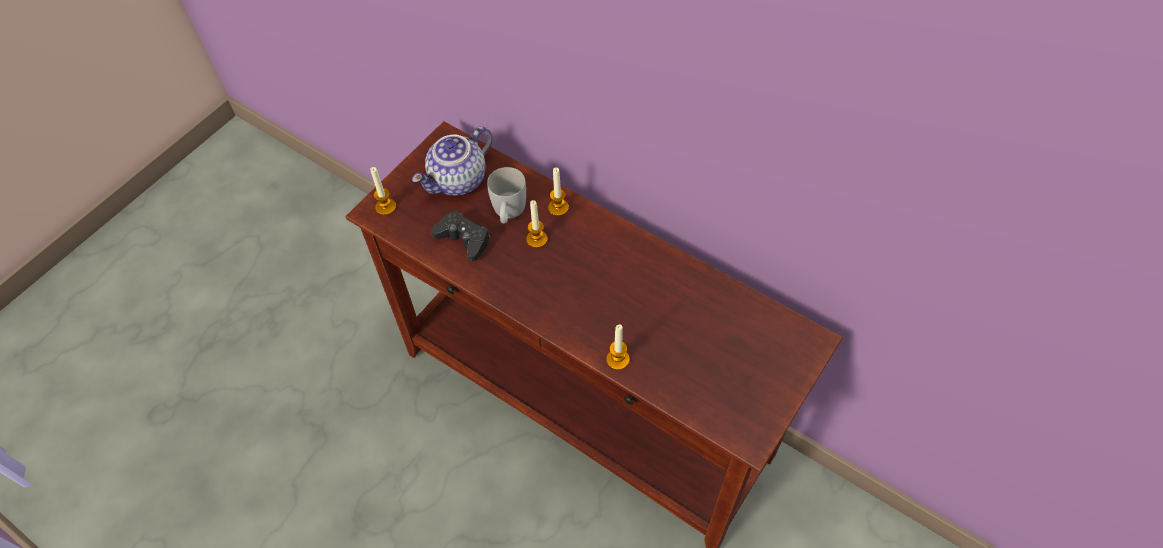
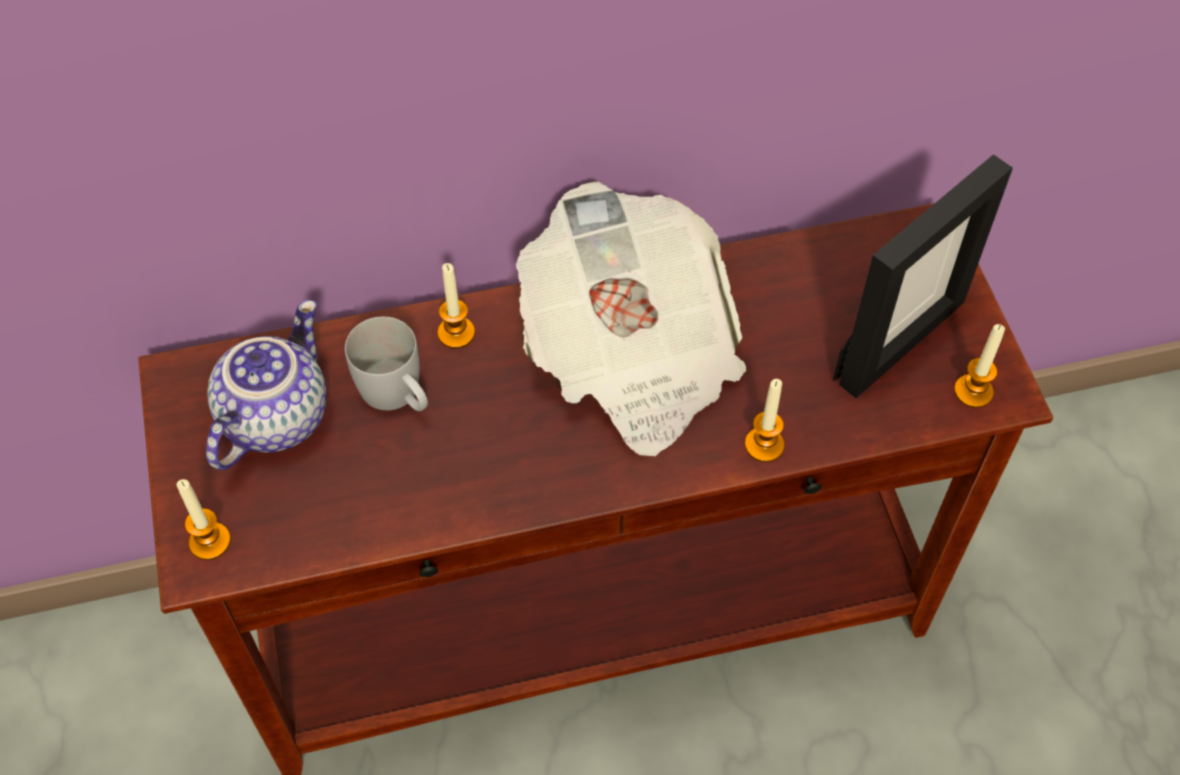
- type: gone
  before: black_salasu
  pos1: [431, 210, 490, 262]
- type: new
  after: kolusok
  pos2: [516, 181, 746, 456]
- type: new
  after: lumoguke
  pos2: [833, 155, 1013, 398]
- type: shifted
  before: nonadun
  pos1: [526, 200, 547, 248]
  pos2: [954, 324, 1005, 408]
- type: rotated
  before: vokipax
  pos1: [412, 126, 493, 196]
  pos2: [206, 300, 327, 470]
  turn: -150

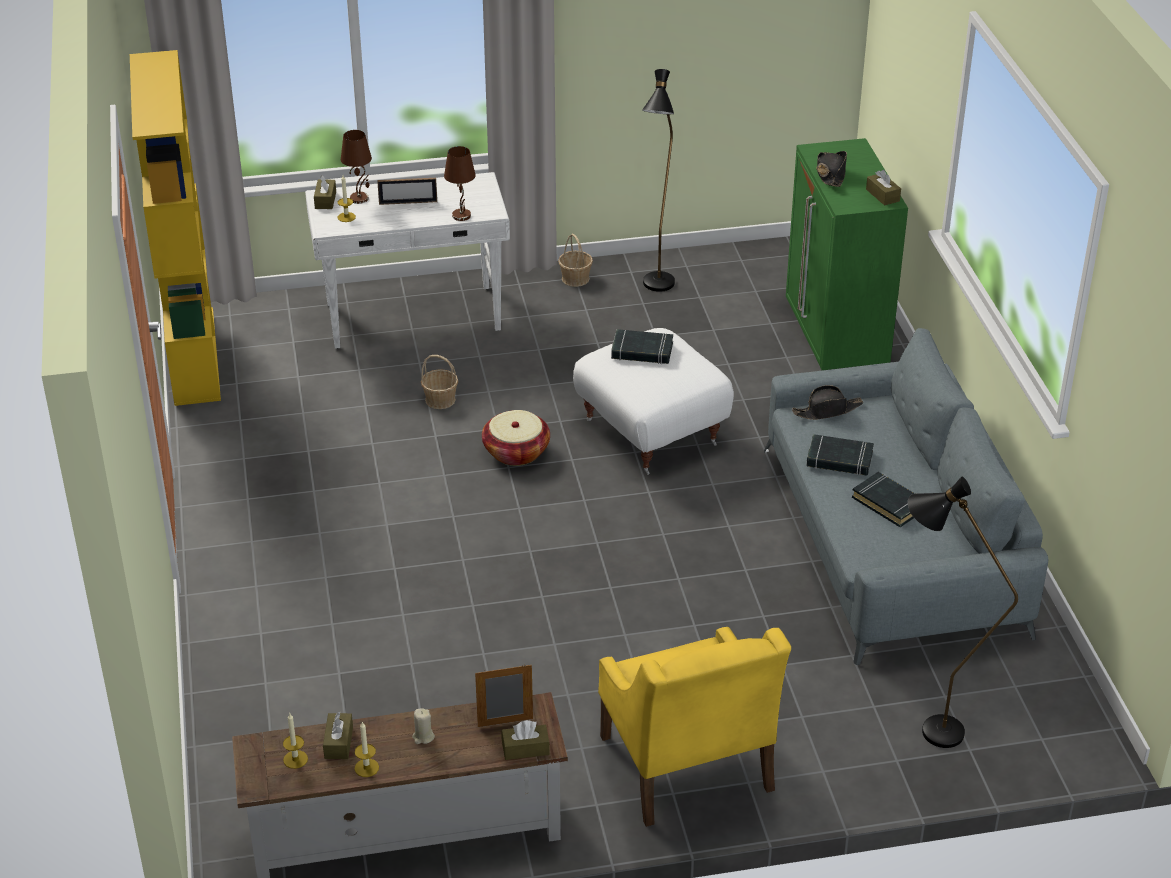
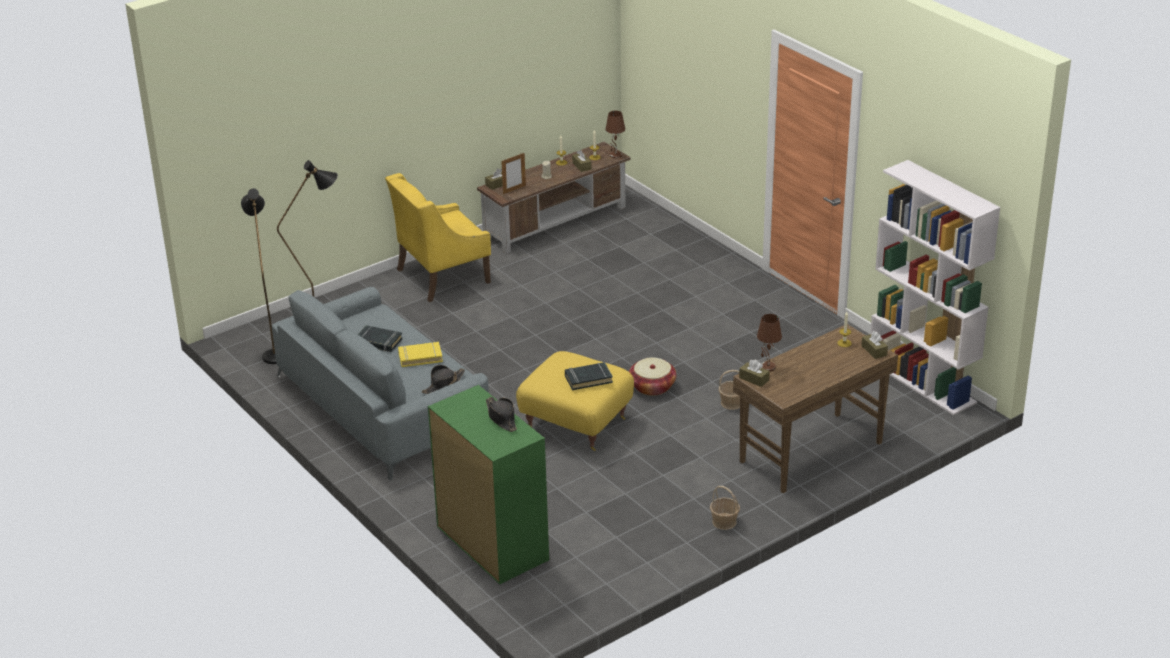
- type: gone
  before: lumoguke
  pos1: [377, 178, 437, 205]
- type: shifted
  before: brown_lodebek
  pos1: [341, 130, 372, 204]
  pos2: [606, 111, 625, 158]
- type: shifted
  before: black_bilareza
  pos1: [642, 69, 675, 292]
  pos2: [241, 188, 277, 364]
- type: shifted
  before: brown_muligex
  pos1: [866, 170, 901, 206]
  pos2: [739, 360, 770, 387]
- type: repainted
  before: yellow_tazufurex
  after: white_tazufurex
  pos1: [130, 50, 221, 406]
  pos2: [870, 160, 1000, 415]
- type: repainted
  before: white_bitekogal
  after: brown_bitekogal
  pos1: [305, 172, 510, 349]
  pos2: [733, 324, 898, 493]
- type: repainted
  before: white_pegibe
  after: yellow_pegibe
  pos1: [573, 328, 734, 475]
  pos2: [516, 351, 634, 451]
- type: repainted
  before: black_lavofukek
  after: yellow_lavofukek
  pos1: [806, 434, 874, 476]
  pos2: [398, 342, 443, 367]
- type: rotated
  before: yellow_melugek
  pos1: [598, 627, 791, 827]
  pos2: [385, 173, 491, 302]
  turn: -75

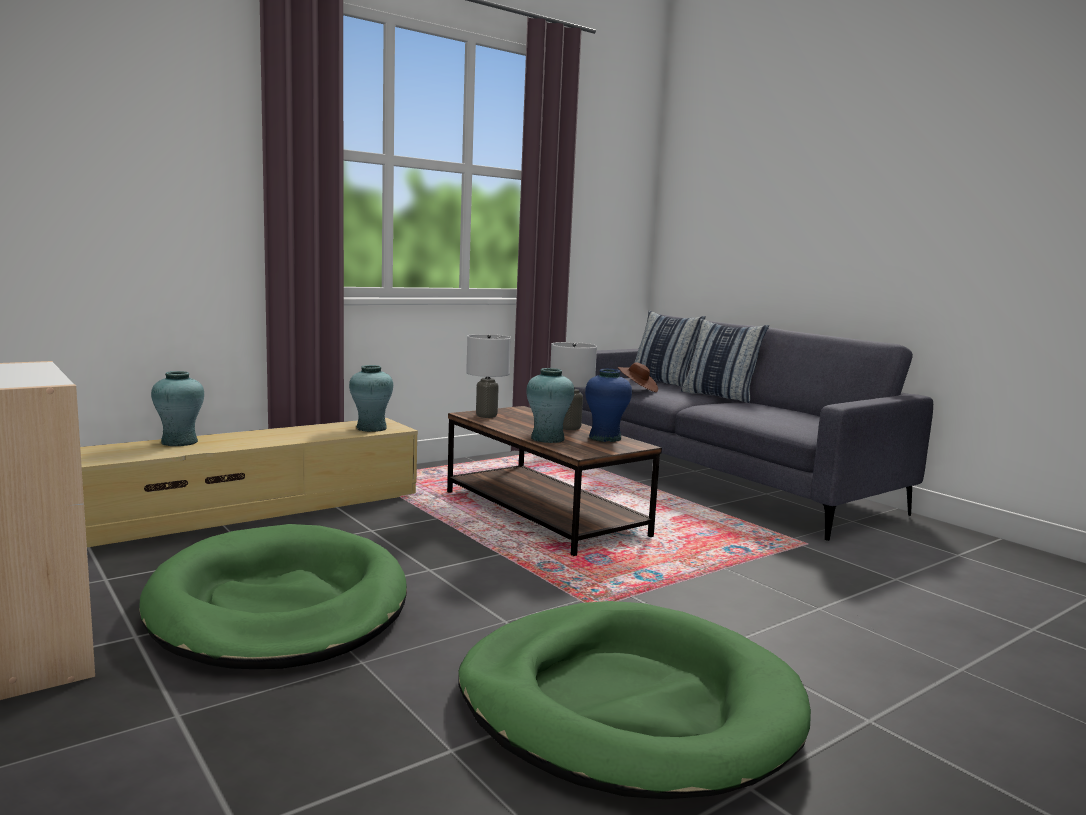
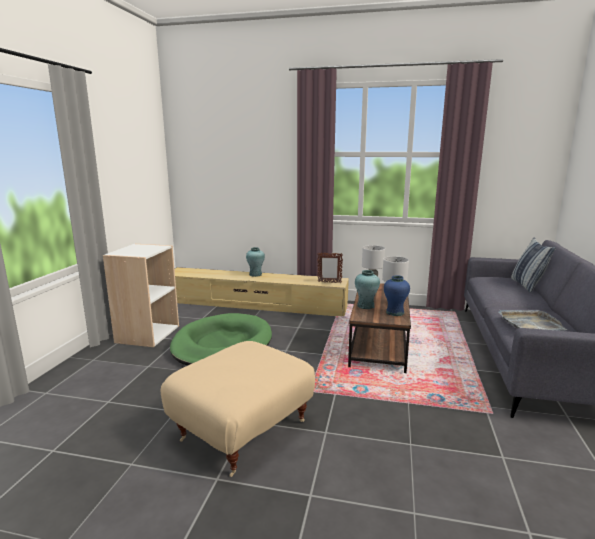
- type: gone
  before: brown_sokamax
  pos1: [618, 362, 658, 392]
- type: gone
  before: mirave
  pos1: [681, 318, 769, 403]
- type: new
  after: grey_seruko
  pos2: [499, 310, 567, 331]
- type: swapped
  before: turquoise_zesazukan
  after: lumoguke
  pos1: [349, 365, 393, 432]
  pos2: [317, 253, 343, 283]
- type: swapped
  before: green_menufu
  after: beige_pegibe
  pos1: [458, 601, 811, 799]
  pos2: [161, 341, 315, 477]

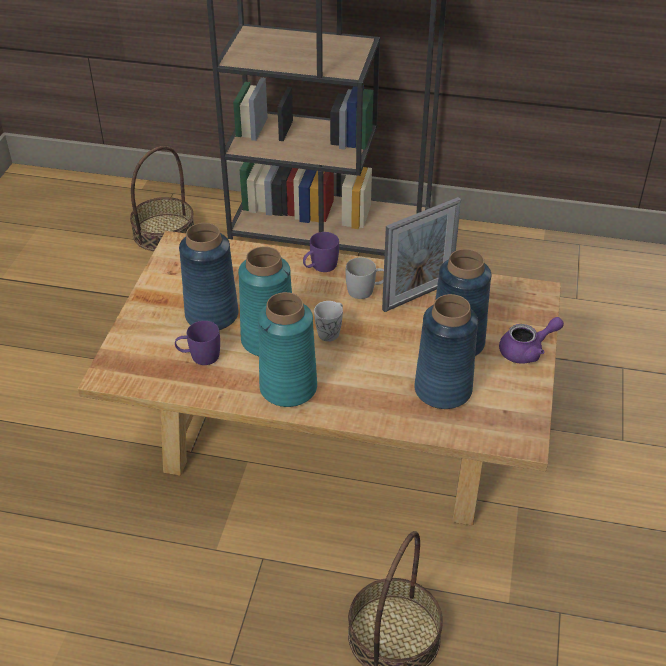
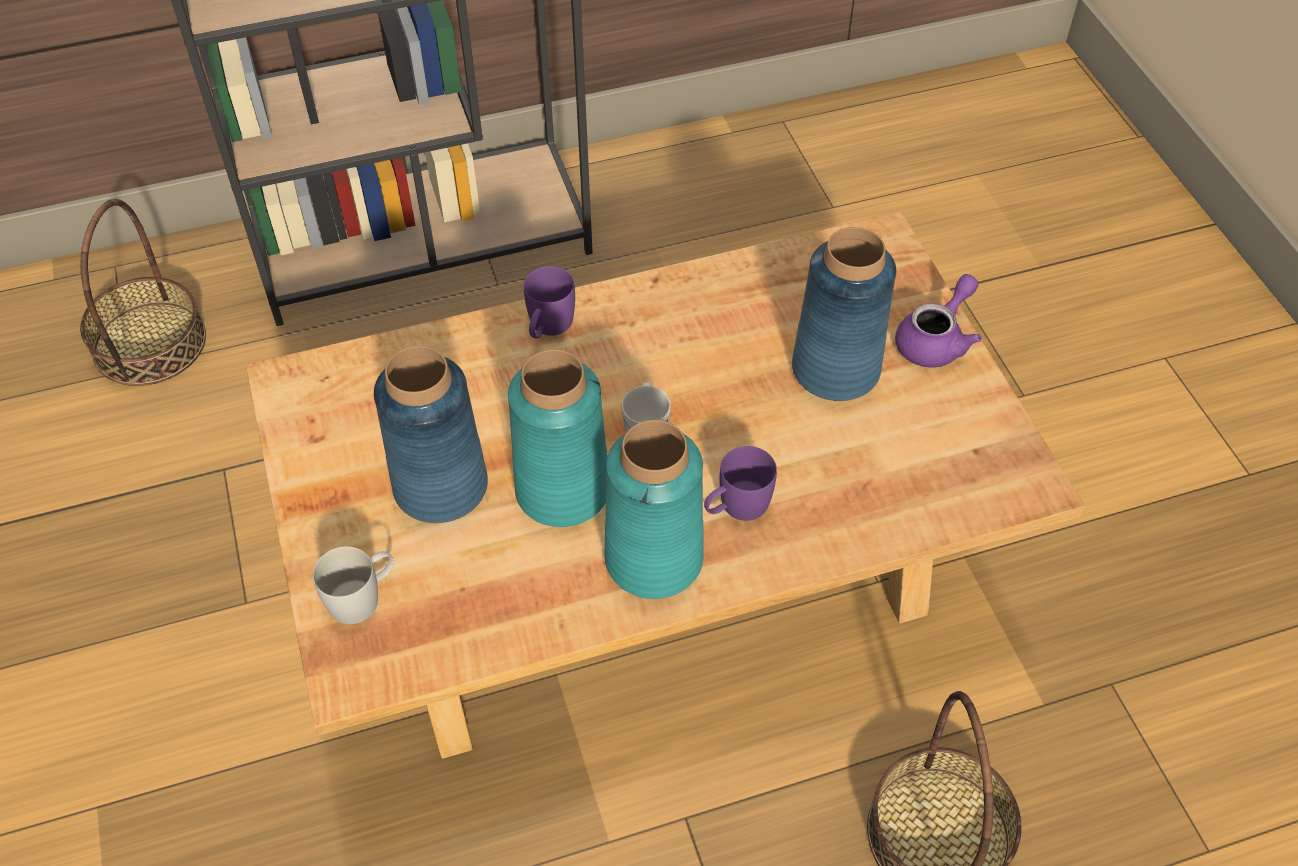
- type: gone
  before: lumoguke
  pos1: [382, 197, 461, 312]
- type: gone
  before: blue_zesazukan
  pos1: [414, 294, 478, 409]
- type: shifted
  before: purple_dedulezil
  pos1: [175, 321, 220, 365]
  pos2: [704, 446, 777, 521]
- type: shifted
  before: white_dedulezil
  pos1: [346, 257, 384, 299]
  pos2: [313, 546, 394, 624]

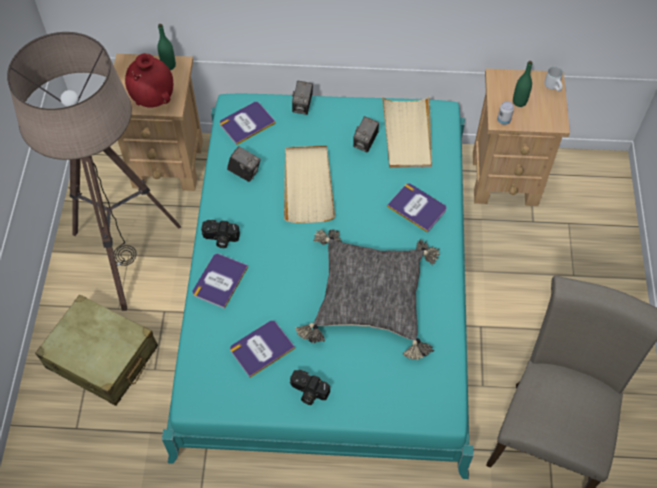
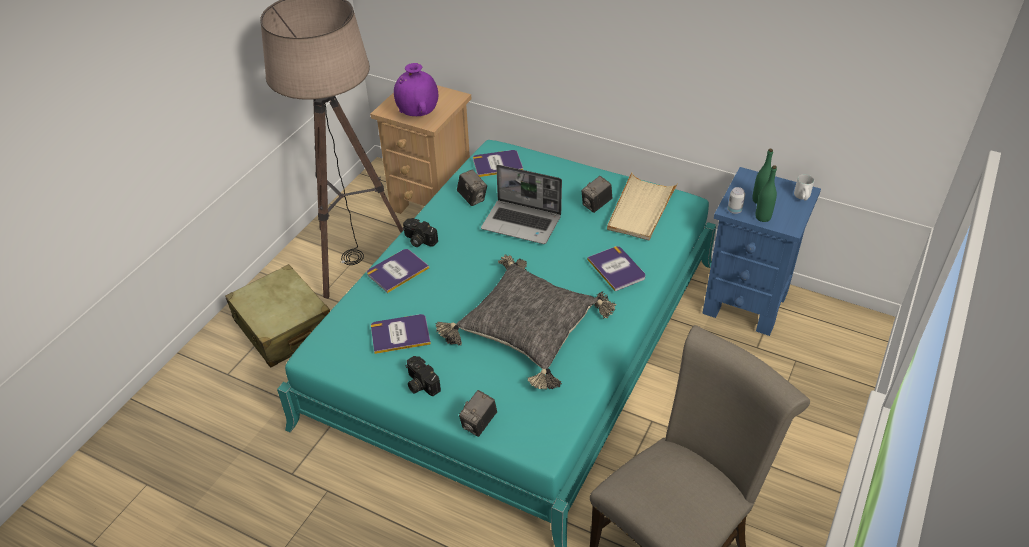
- type: shifted
  before: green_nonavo
  pos1: [158, 24, 176, 70]
  pos2: [755, 165, 777, 222]
- type: shifted
  before: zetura
  pos1: [292, 81, 313, 115]
  pos2: [459, 390, 497, 437]
- type: swapped
  before: beige_seruko
  after: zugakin
  pos1: [284, 146, 335, 223]
  pos2: [481, 165, 562, 244]
- type: repainted
  before: red_zesazukan
  after: purple_zesazukan
  pos1: [125, 53, 173, 108]
  pos2: [394, 63, 438, 116]
- type: repainted
  before: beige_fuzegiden
  after: blue_fuzegiden
  pos1: [473, 69, 570, 206]
  pos2: [702, 167, 821, 336]

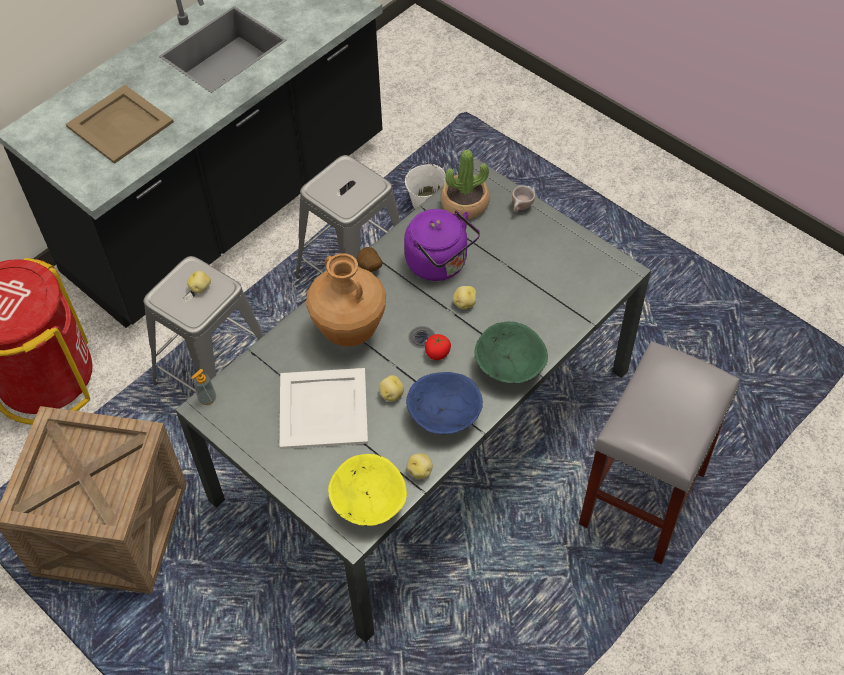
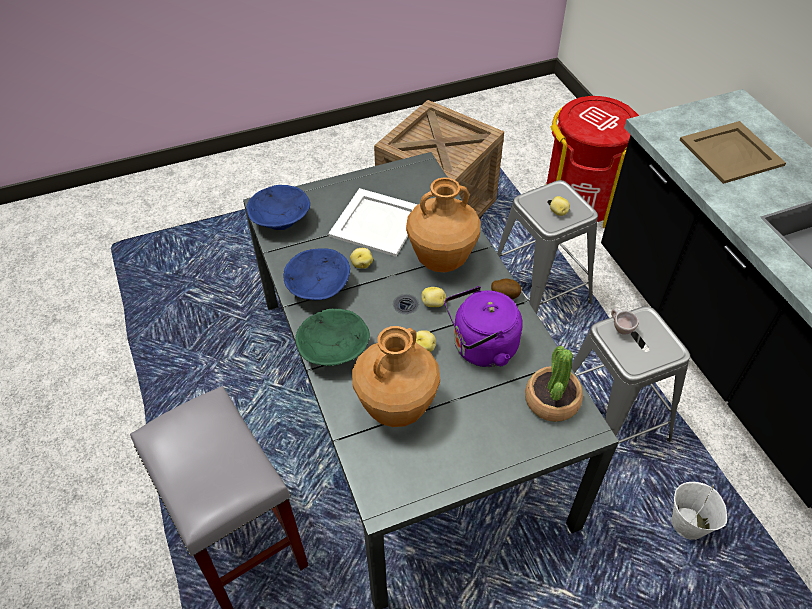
- type: gone
  before: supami
  pos1: [191, 369, 216, 405]
- type: gone
  before: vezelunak
  pos1: [425, 334, 451, 360]
- type: new
  after: brown_zesazukan
  pos2: [352, 326, 440, 427]
- type: shifted
  before: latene
  pos1: [407, 453, 433, 479]
  pos2: [421, 287, 446, 307]
- type: shifted
  before: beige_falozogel
  pos1: [512, 185, 535, 212]
  pos2: [611, 308, 639, 335]
- type: repainted
  before: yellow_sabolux
  after: blue_sabolux
  pos1: [328, 454, 407, 526]
  pos2: [246, 185, 310, 230]

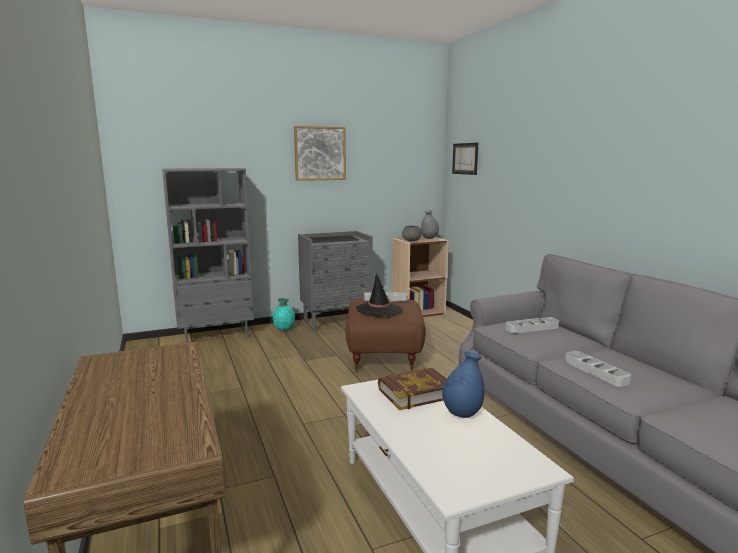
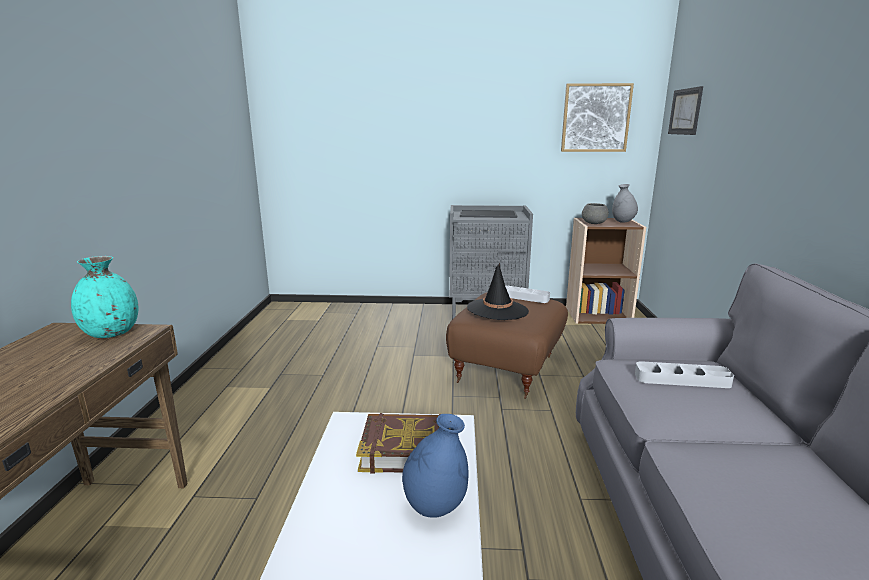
- type: gone
  before: grey_tazufurex
  pos1: [162, 168, 254, 343]
- type: gone
  before: grey_seruko
  pos1: [565, 351, 631, 387]
- type: shifted
  before: turquoise_zesazukan
  pos1: [273, 298, 295, 330]
  pos2: [71, 256, 138, 338]
- type: shifted
  before: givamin
  pos1: [294, 126, 346, 181]
  pos2: [561, 83, 634, 152]

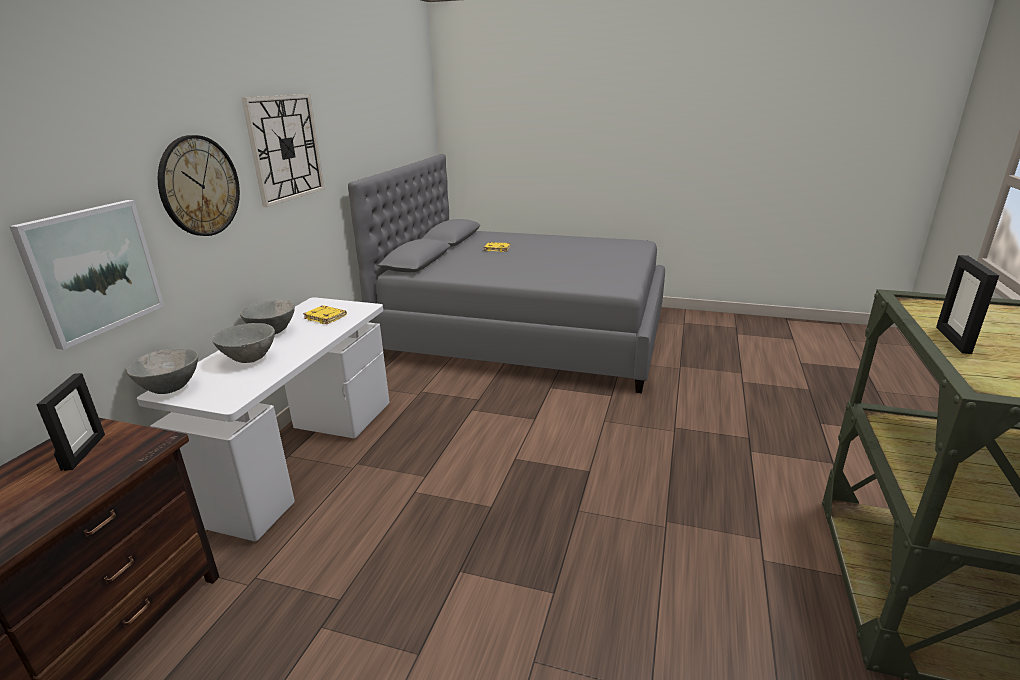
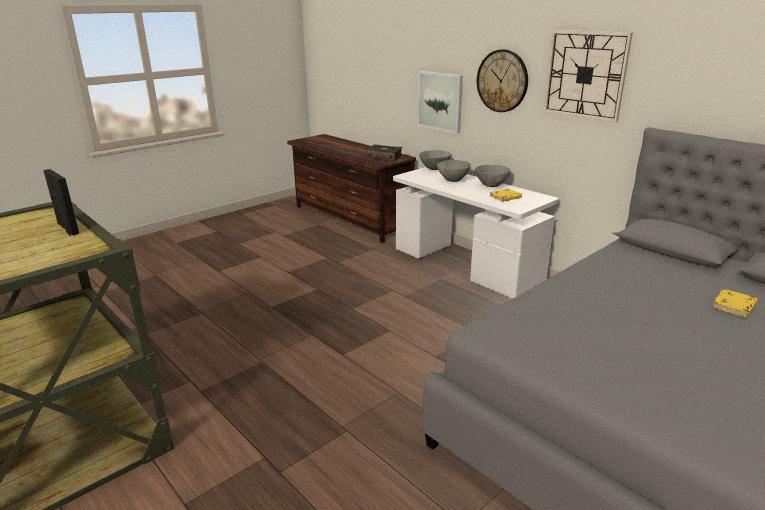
- type: swapped
  before: lumoguke
  after: lavofukek
  pos1: [36, 373, 105, 471]
  pos2: [366, 144, 402, 161]

